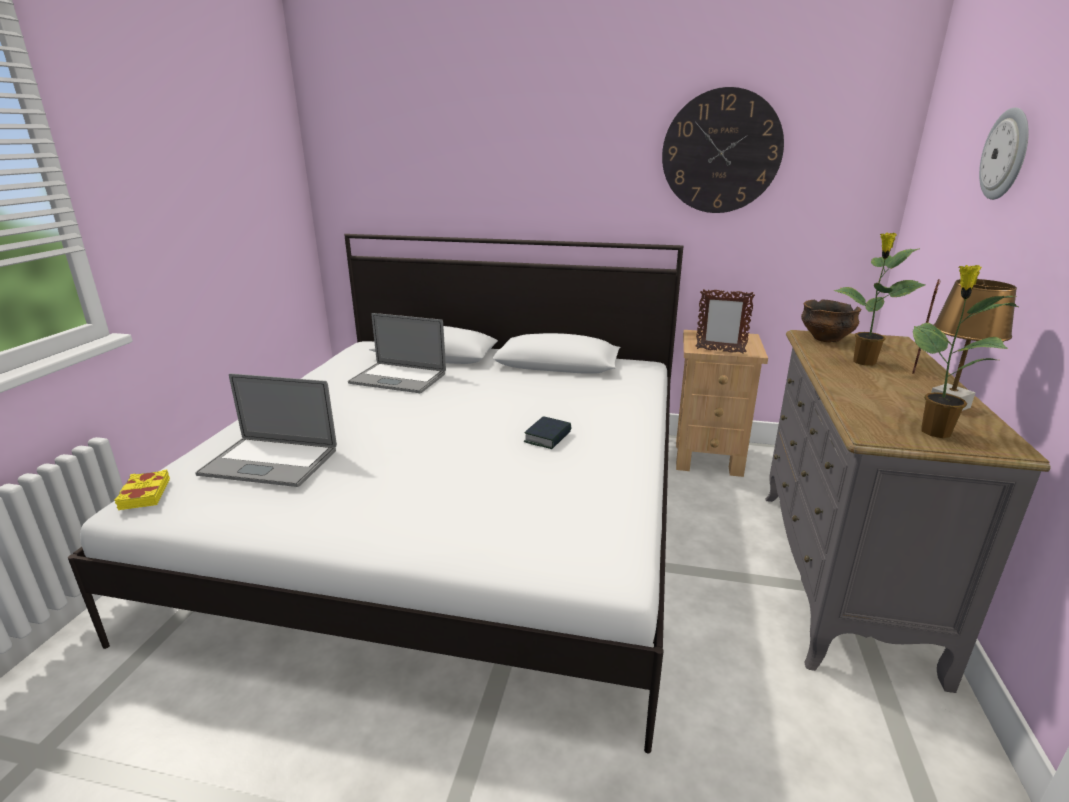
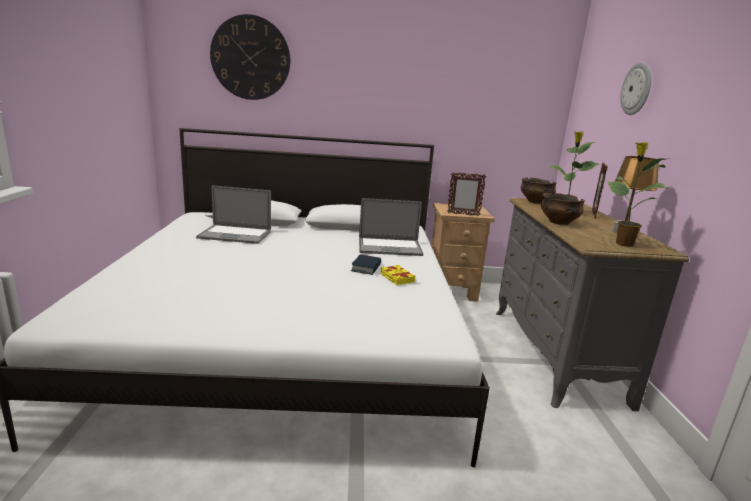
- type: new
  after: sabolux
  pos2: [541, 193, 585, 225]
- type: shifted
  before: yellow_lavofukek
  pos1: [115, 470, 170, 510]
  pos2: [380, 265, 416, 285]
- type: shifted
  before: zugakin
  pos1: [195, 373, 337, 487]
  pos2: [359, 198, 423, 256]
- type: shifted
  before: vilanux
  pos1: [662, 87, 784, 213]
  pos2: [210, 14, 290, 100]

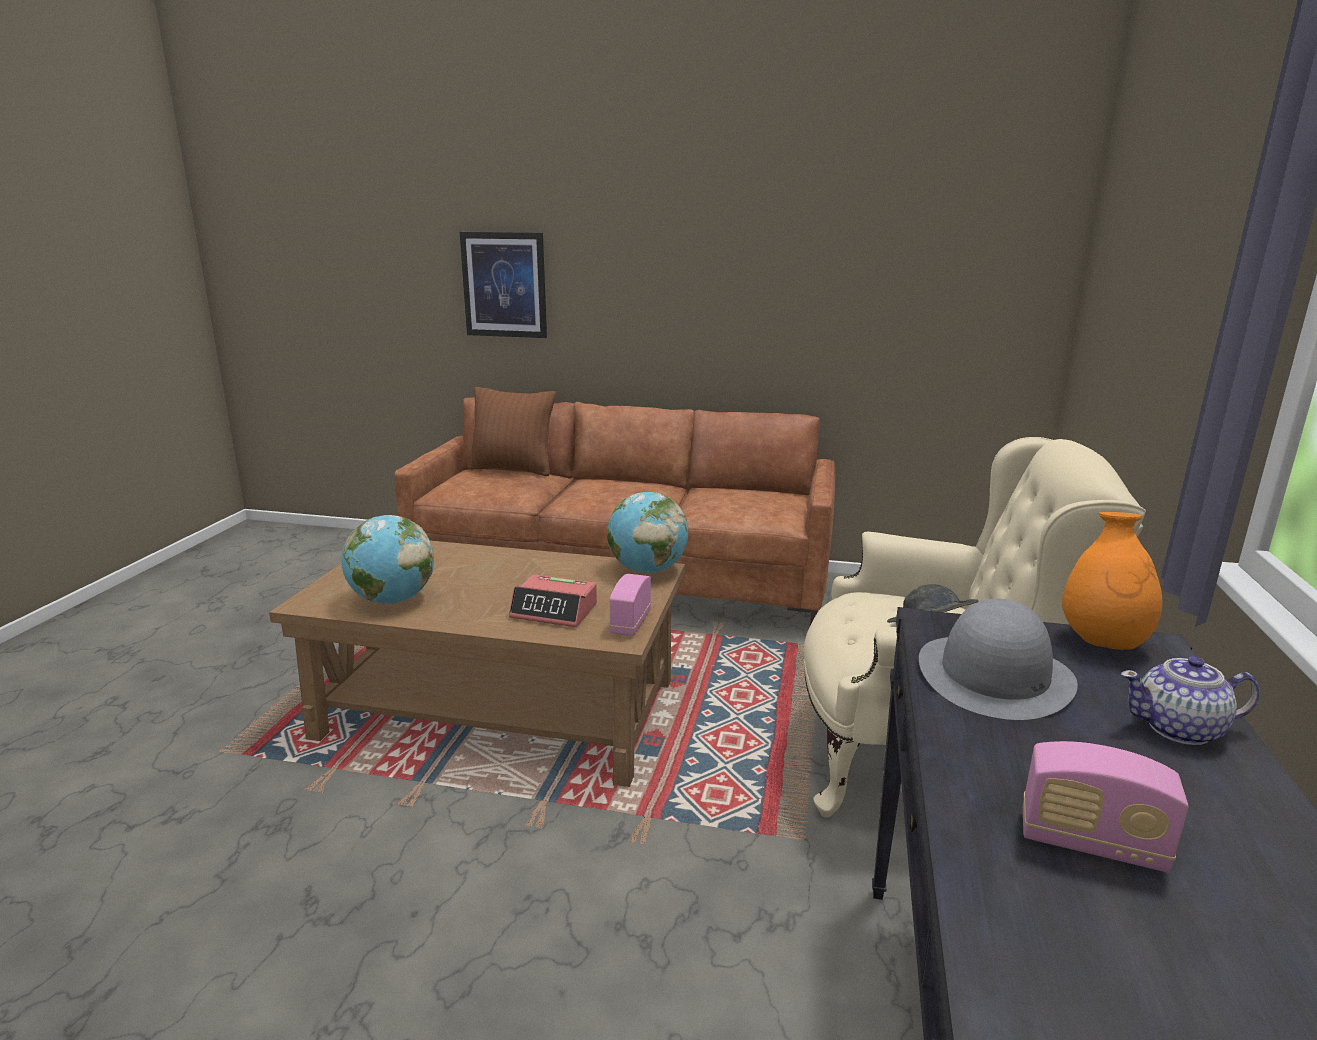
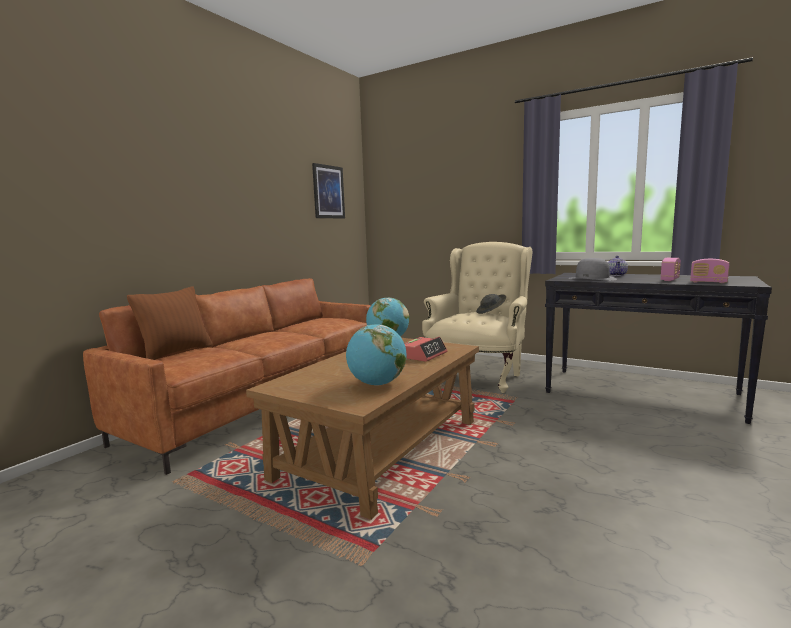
- type: gone
  before: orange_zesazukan
  pos1: [1062, 512, 1162, 650]
- type: shifted
  before: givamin
  pos1: [460, 232, 547, 338]
  pos2: [312, 163, 345, 218]
- type: shifted
  before: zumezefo
  pos1: [609, 574, 651, 636]
  pos2: [690, 259, 729, 283]

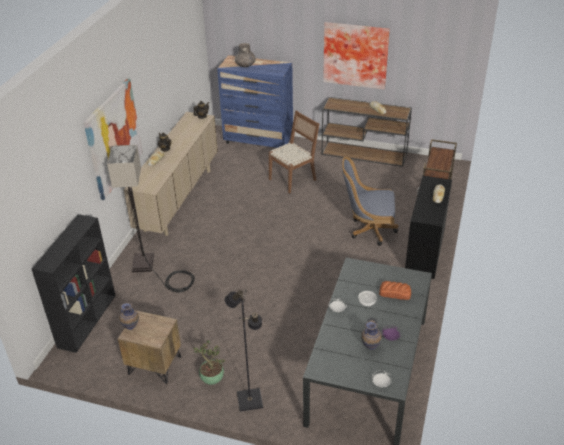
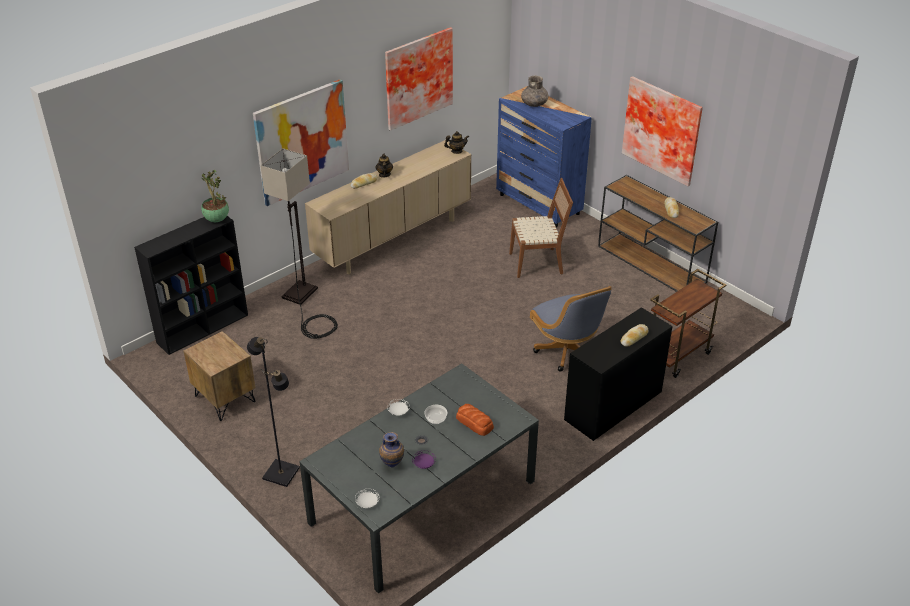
- type: gone
  before: zesazukan
  pos1: [119, 303, 139, 330]
- type: new
  after: givamin
  pos2: [385, 27, 453, 131]
- type: shifted
  before: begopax
  pos1: [193, 340, 226, 385]
  pos2: [201, 170, 229, 222]
- type: rotated
  before: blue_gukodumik
  pos1: [342, 157, 398, 246]
  pos2: [530, 286, 612, 372]
  turn: -150

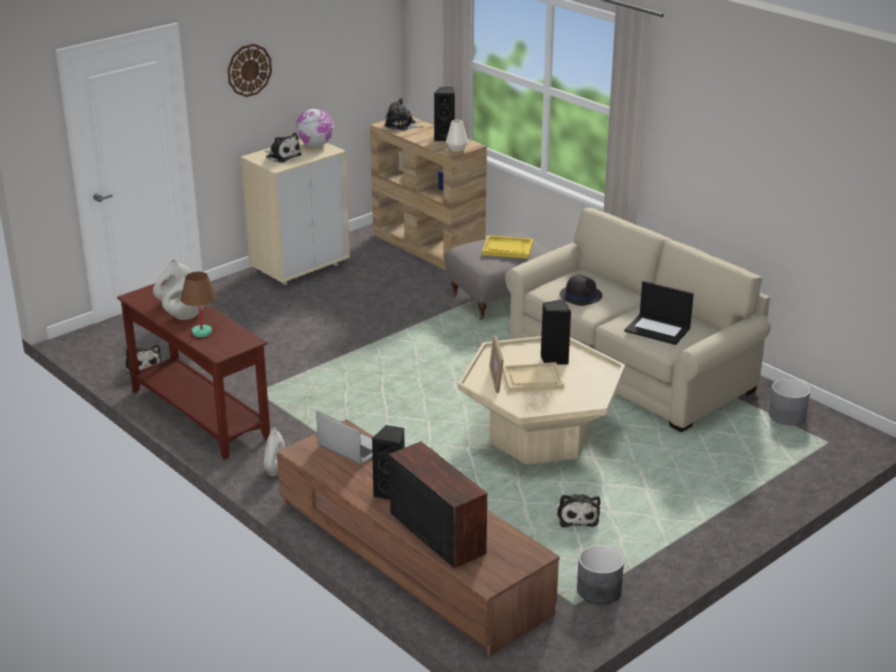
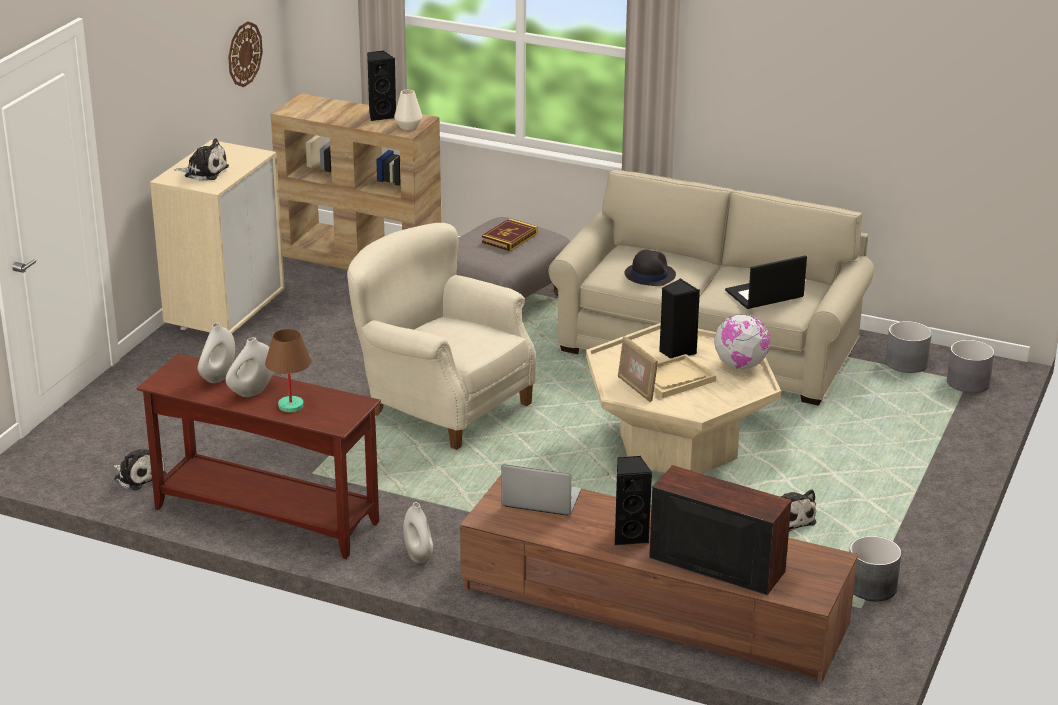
- type: gone
  before: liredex
  pos1: [384, 98, 423, 130]
- type: new
  after: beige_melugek
  pos2: [347, 223, 536, 450]
- type: new
  after: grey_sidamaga
  pos2: [947, 340, 994, 393]
- type: shifted
  before: vilanux
  pos1: [227, 44, 272, 97]
  pos2: [228, 21, 263, 87]
- type: shifted
  before: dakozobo
  pos1: [296, 108, 334, 147]
  pos2: [714, 314, 770, 369]
- type: swapped
  before: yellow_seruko
  after: lavofukek
  pos1: [482, 235, 533, 259]
  pos2: [482, 218, 538, 251]
- type: rotated
  before: zugakin
  pos1: [624, 281, 694, 345]
  pos2: [725, 255, 807, 309]
  turn: 150

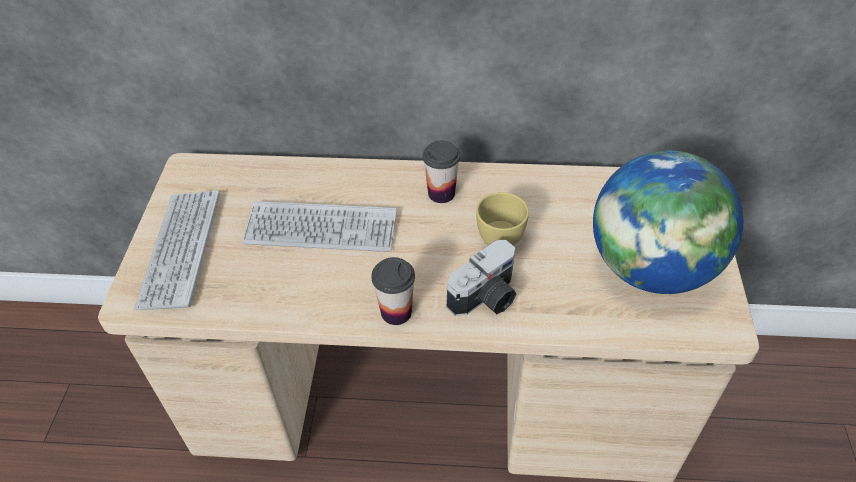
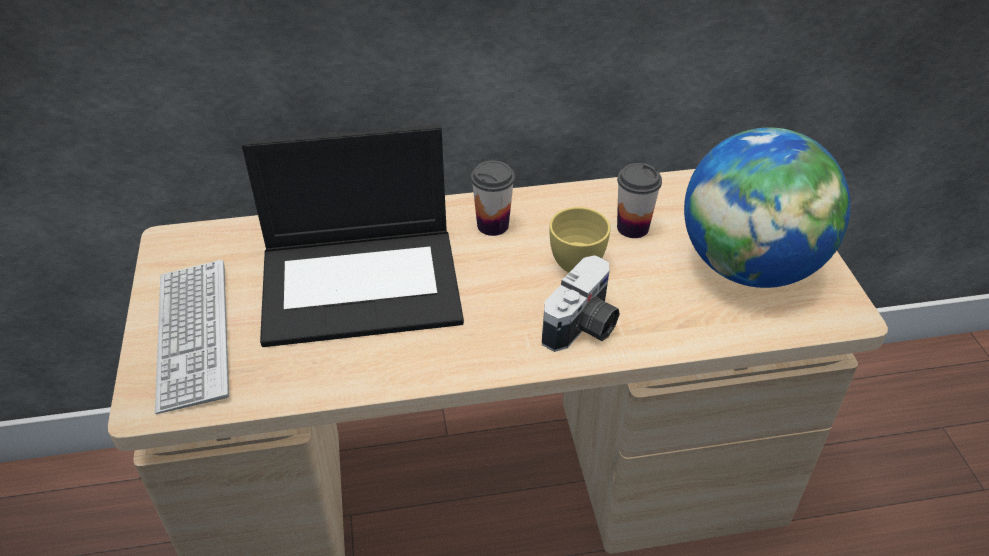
- type: shifted
  before: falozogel
  pos1: [371, 257, 415, 325]
  pos2: [617, 163, 662, 238]
- type: swapped
  before: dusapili
  after: zugakin
  pos1: [242, 201, 397, 252]
  pos2: [242, 124, 464, 347]

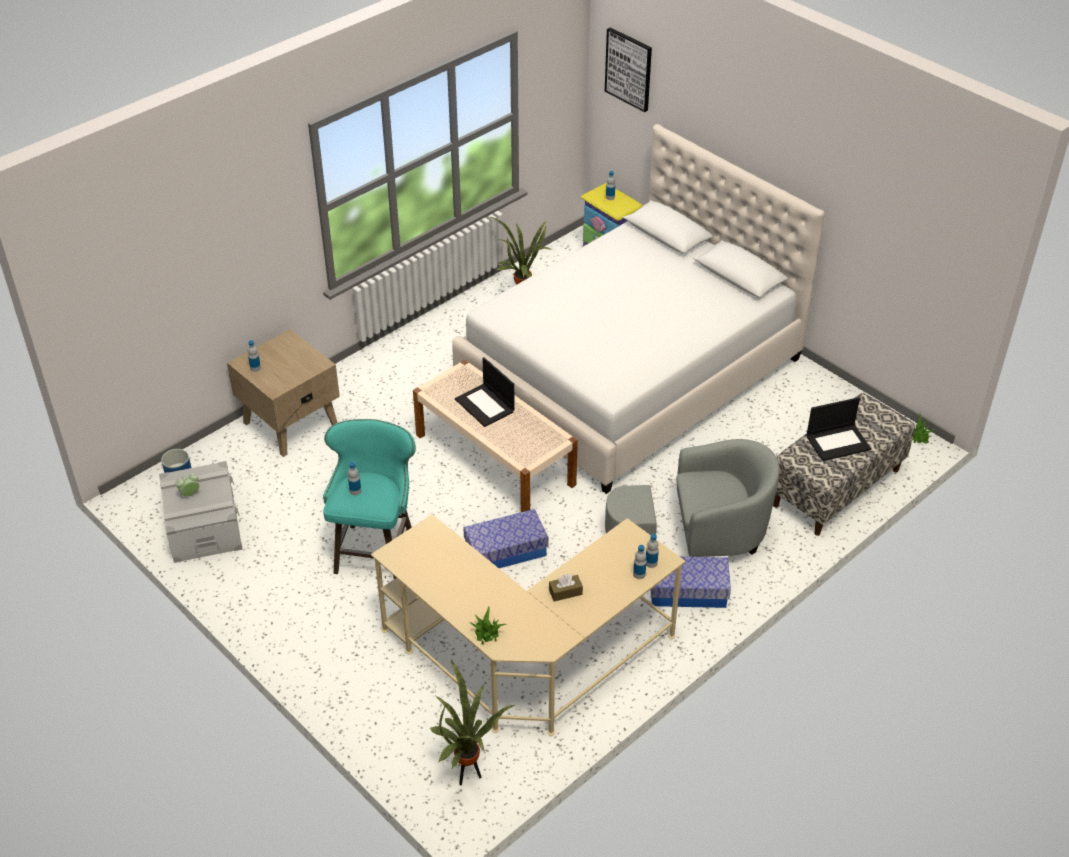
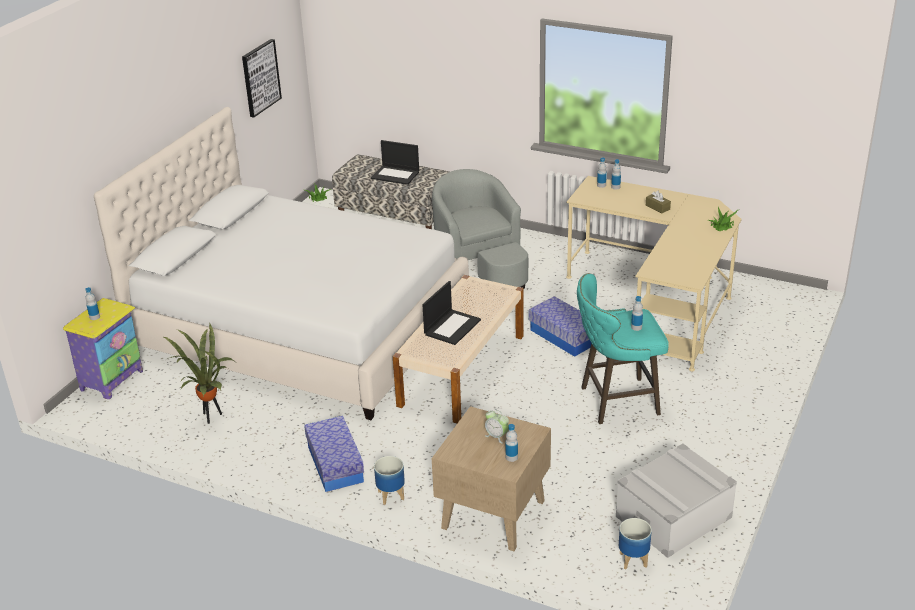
- type: gone
  before: begopax
  pos1: [430, 660, 515, 786]
- type: new
  after: sidamaga
  pos2: [374, 456, 405, 505]
- type: shifted
  before: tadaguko
  pos1: [175, 473, 199, 496]
  pos2: [485, 409, 509, 444]
- type: shifted
  before: givamin
  pos1: [605, 27, 652, 112]
  pos2: [242, 39, 282, 117]
- type: shifted
  before: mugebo
  pos1: [651, 556, 731, 608]
  pos2: [304, 416, 364, 492]
- type: rotated
  before: zugakin
  pos1: [807, 397, 871, 461]
  pos2: [371, 140, 419, 185]
  turn: 150

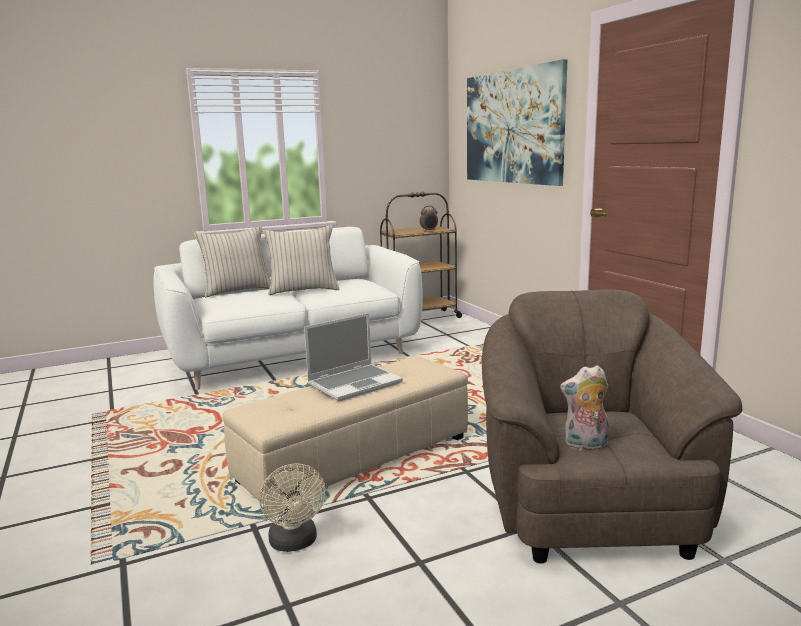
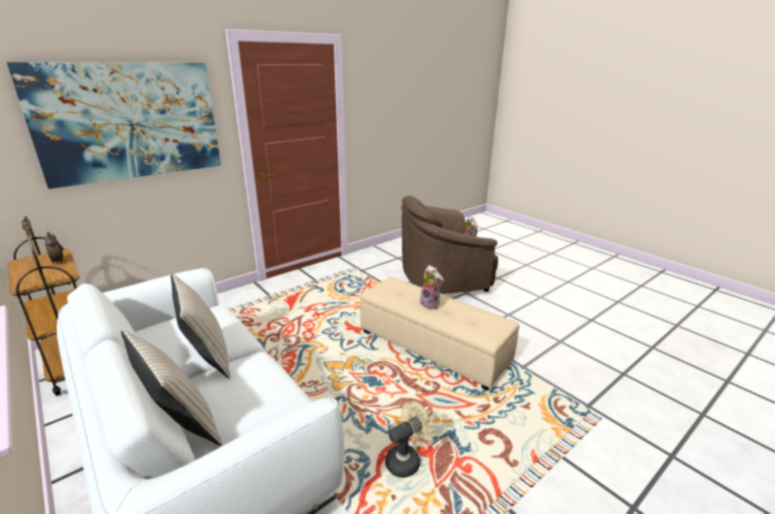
- type: shifted
  before: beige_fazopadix
  pos1: [259, 463, 326, 552]
  pos2: [385, 401, 434, 478]
- type: swapped
  before: zugakin
  after: liredex
  pos1: [304, 313, 403, 402]
  pos2: [420, 265, 444, 310]

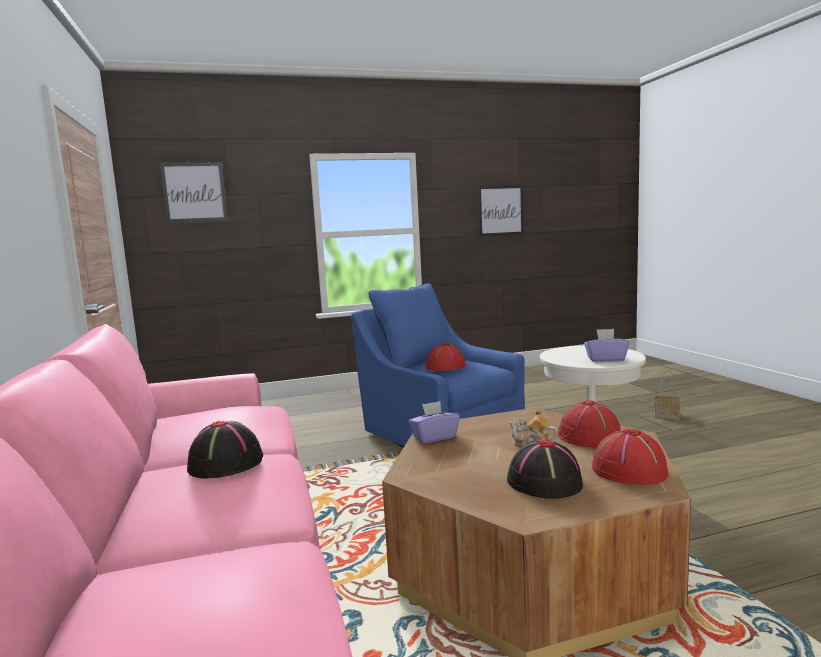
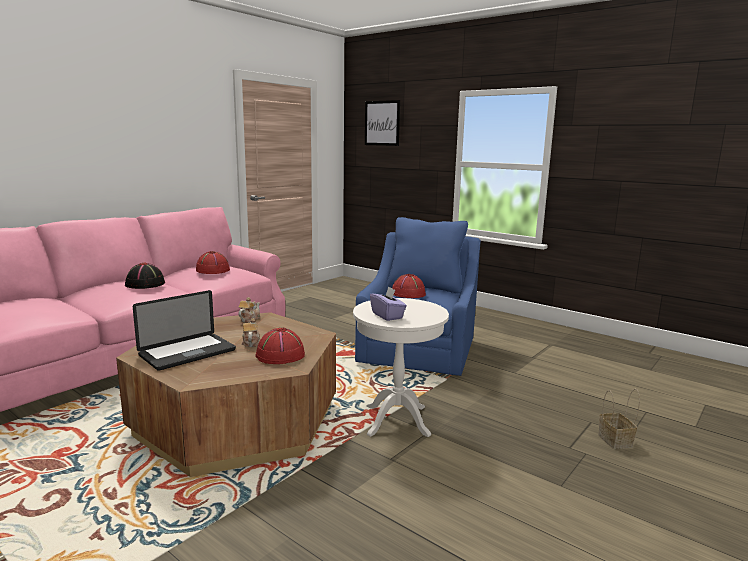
- type: gone
  before: givamin
  pos1: [478, 185, 524, 237]
- type: shifted
  before: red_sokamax
  pos1: [592, 429, 668, 485]
  pos2: [196, 251, 230, 274]
- type: swapped
  before: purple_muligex
  after: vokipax
  pos1: [409, 401, 460, 444]
  pos2: [238, 297, 260, 323]
- type: swapped
  before: black_sokamax
  after: zugakin
  pos1: [507, 440, 583, 499]
  pos2: [133, 290, 236, 371]

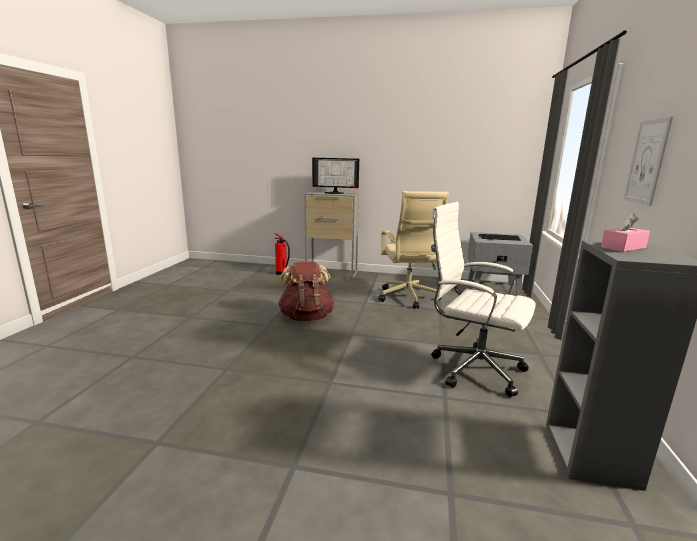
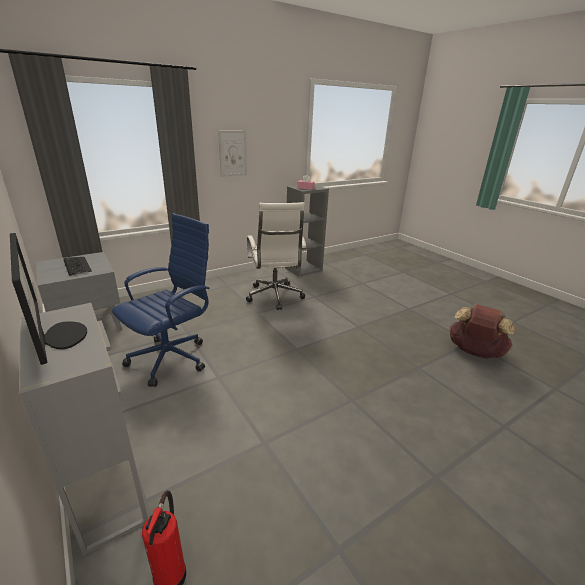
- type: shifted
  before: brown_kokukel
  pos1: [278, 262, 335, 321]
  pos2: [449, 304, 515, 359]
- type: repainted
  before: beige_gukodumik
  after: blue_gukodumik
  pos1: [378, 191, 449, 309]
  pos2: [112, 213, 210, 387]

